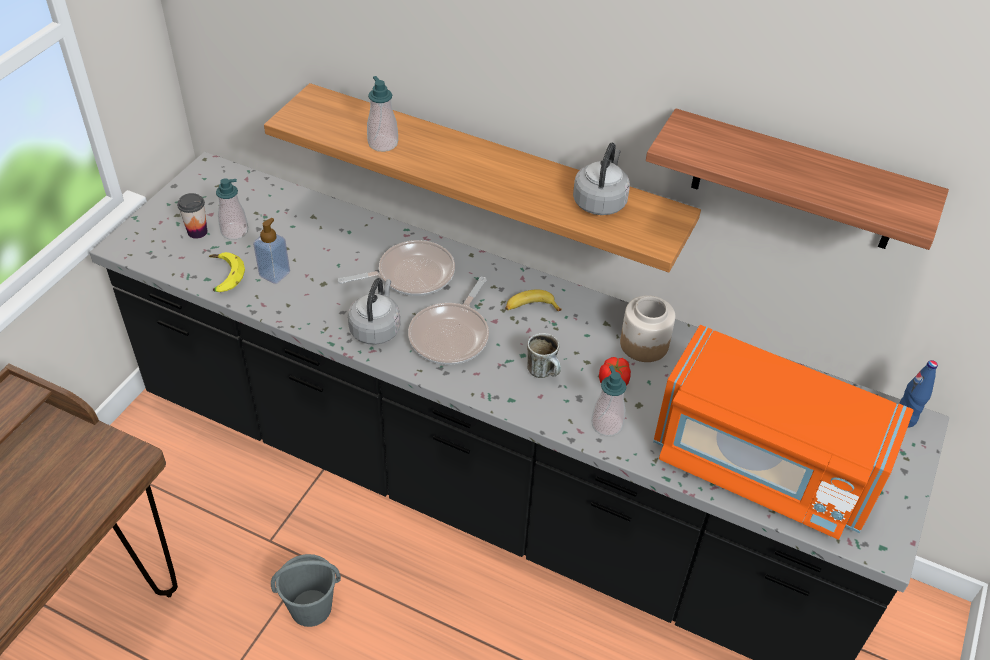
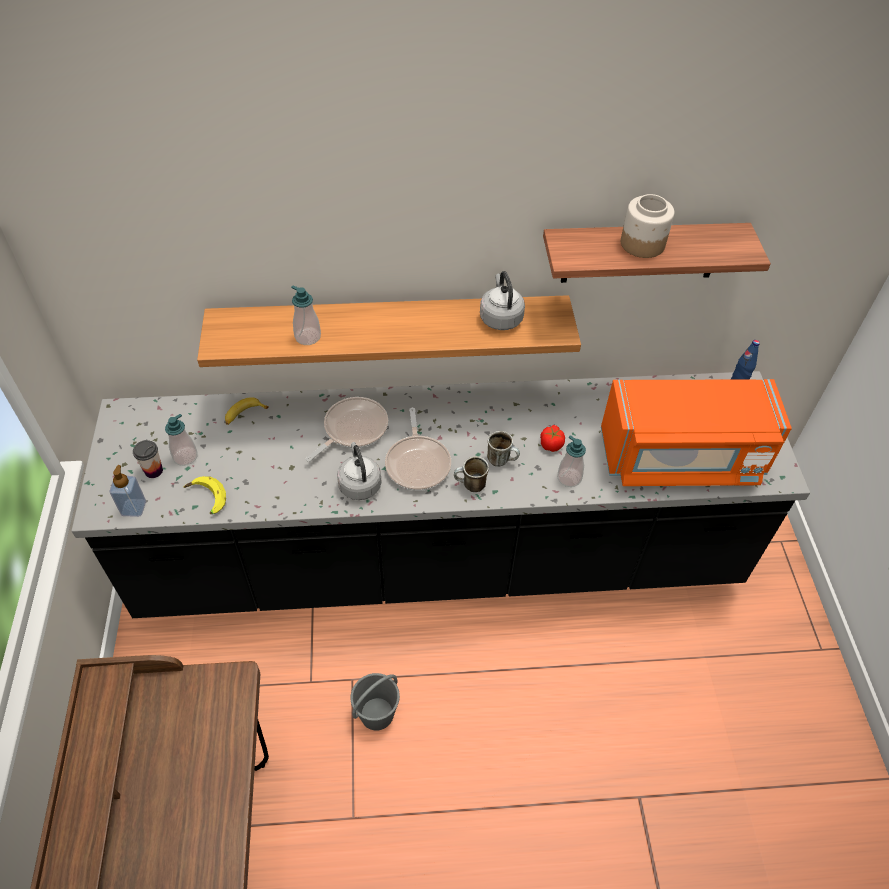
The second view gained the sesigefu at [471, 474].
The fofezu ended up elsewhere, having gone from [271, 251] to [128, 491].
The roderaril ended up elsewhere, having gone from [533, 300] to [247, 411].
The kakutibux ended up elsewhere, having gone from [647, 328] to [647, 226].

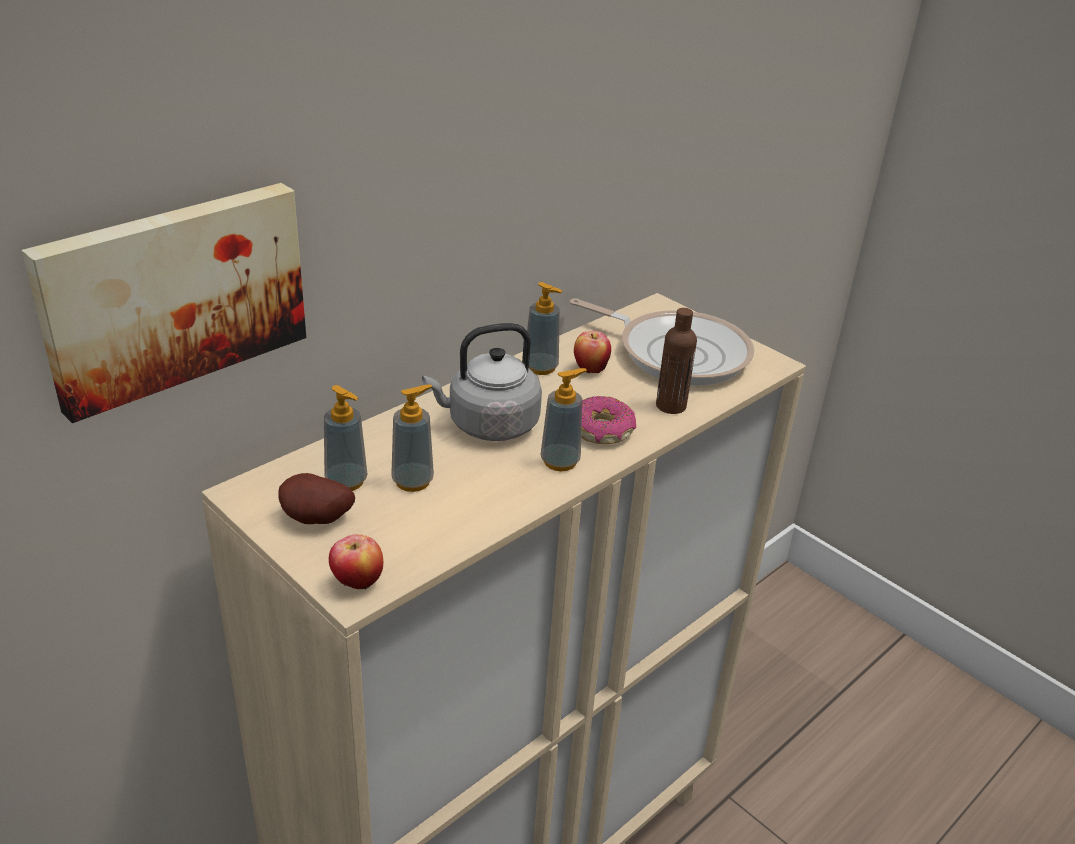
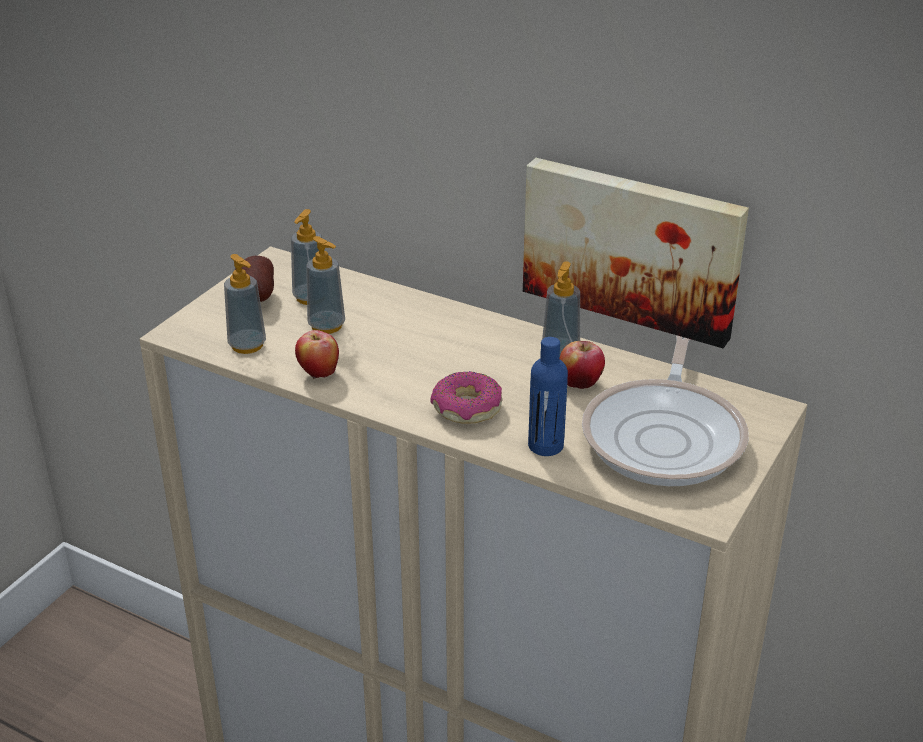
The second view lost the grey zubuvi at [482, 382].
The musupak ended up elsewhere, having gone from [164, 303] to [636, 253].
The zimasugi ended up elsewhere, having gone from [356, 562] to [317, 354].
The fofezu ended up elsewhere, having gone from [563, 419] to [245, 304].
What was the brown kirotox at [676, 361] turned into the blue kirotox at [548, 396].

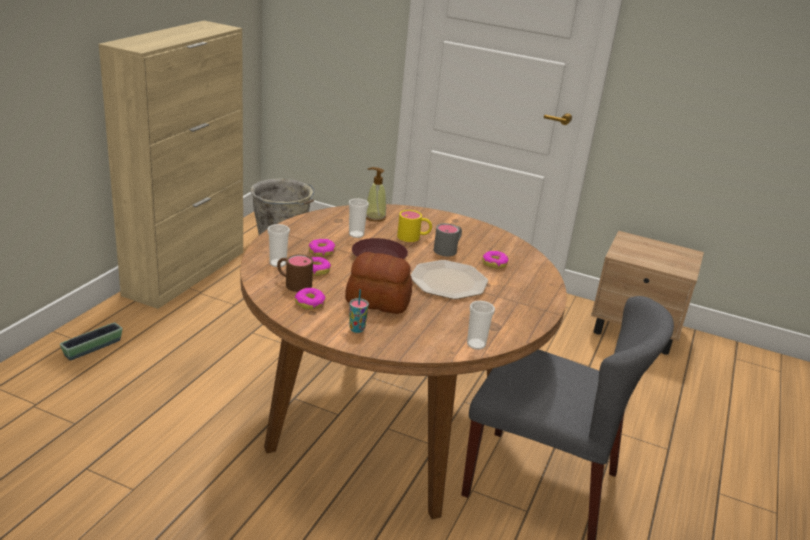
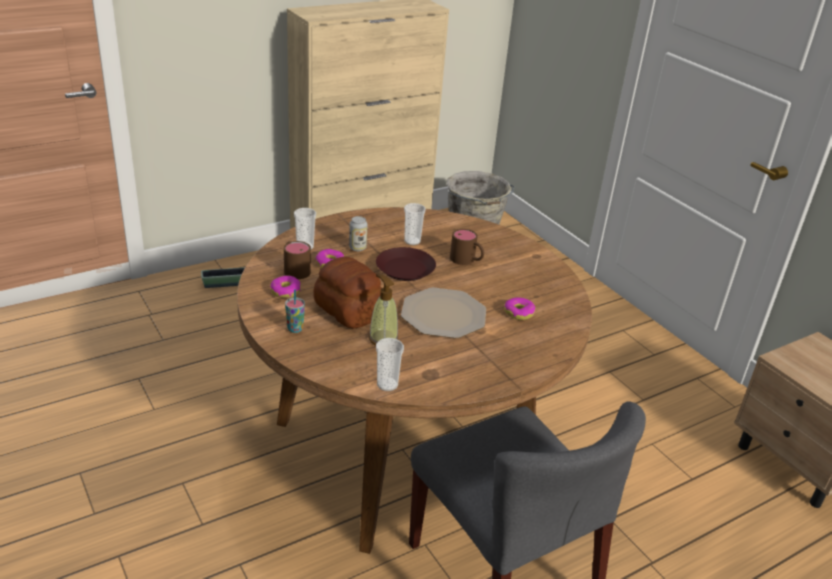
The second view lost the grey sesigefu at [448, 239].
The fofezu ended up elsewhere, having gone from [376, 194] to [383, 309].
Where the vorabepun stood at [322, 248], the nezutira came to stand at [358, 233].
What was the yellow sesigefu at [414, 226] turned into the brown sesigefu at [467, 247].

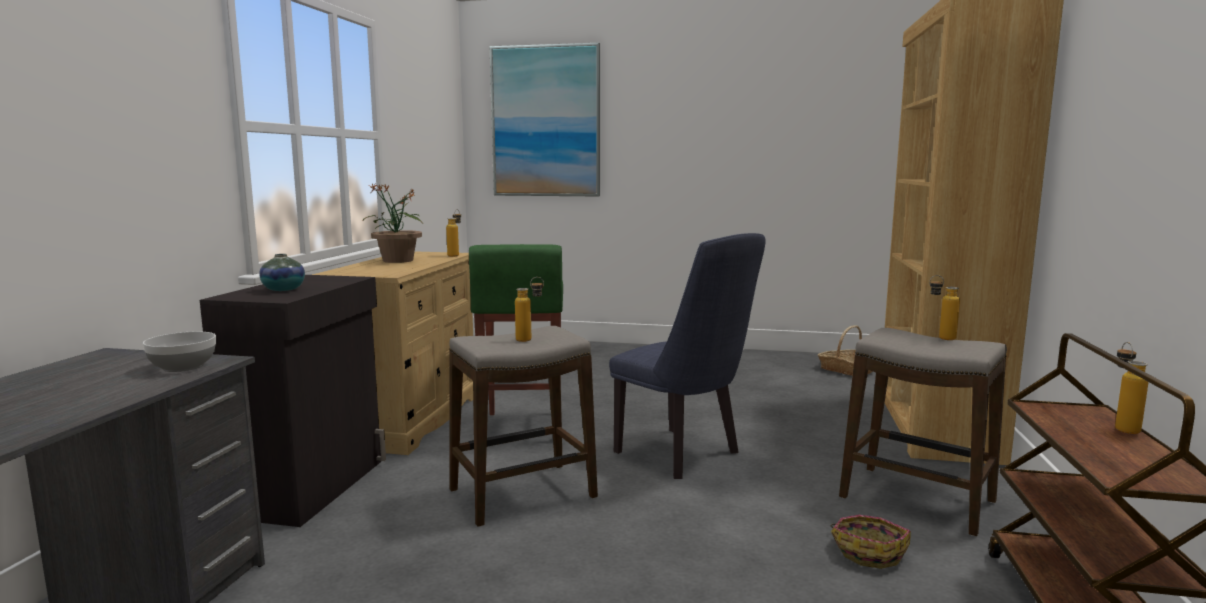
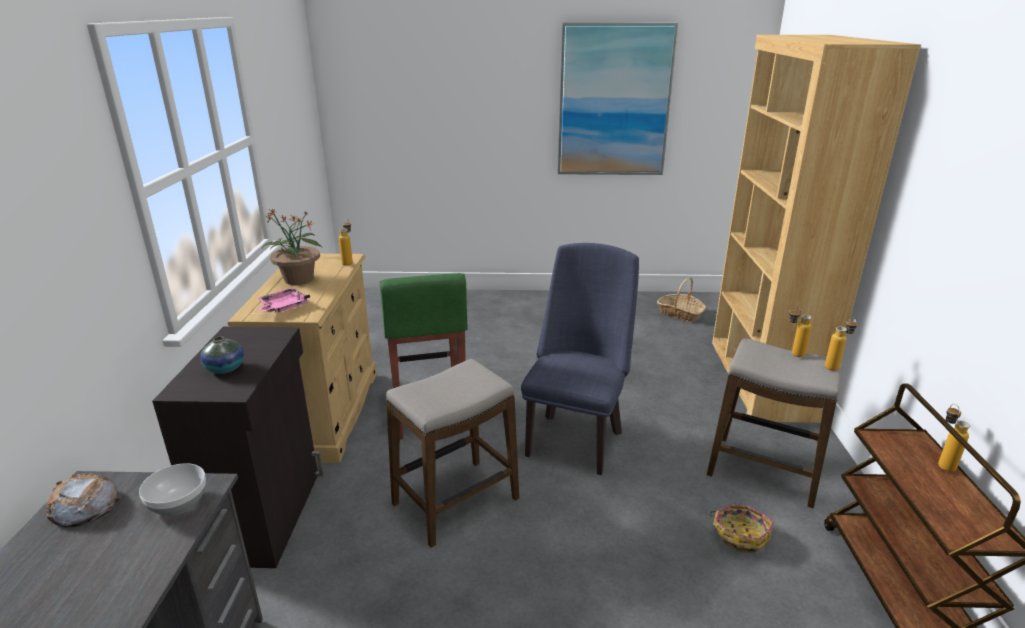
The second view gained the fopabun at [83, 500].
The second view gained the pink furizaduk at [283, 300].
The musupak ended up elsewhere, having gone from [545, 119] to [618, 99].
The kirotox ended up elsewhere, having gone from [529, 309] to [841, 344].
The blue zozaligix at [687, 356] ended up facing another way, 105 degrees counterclockwise from before.

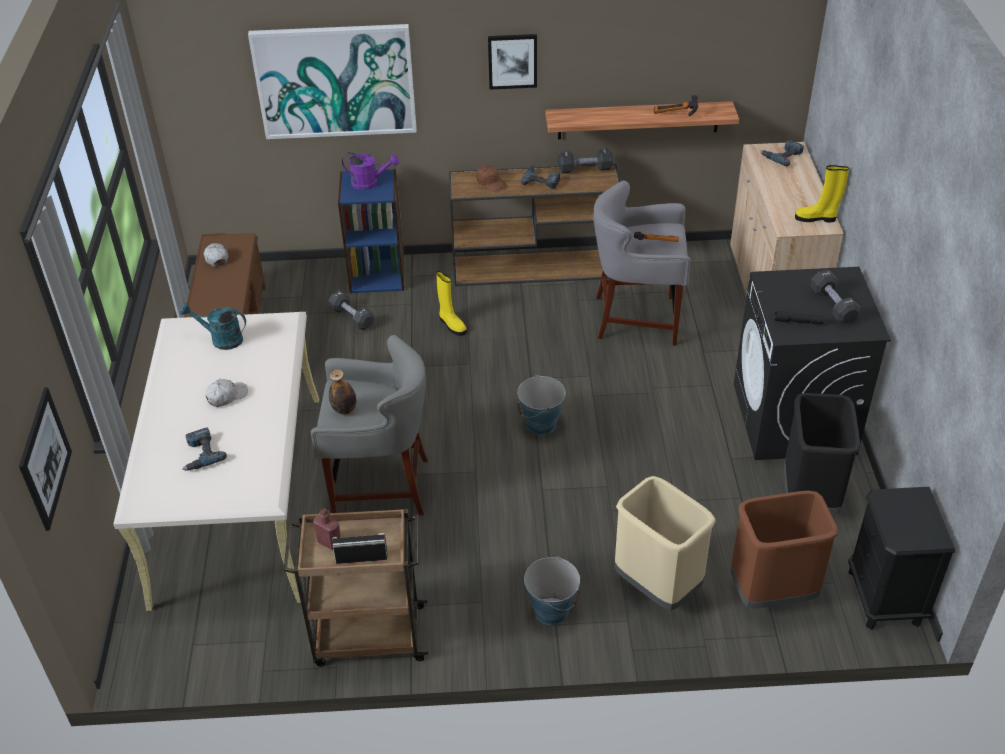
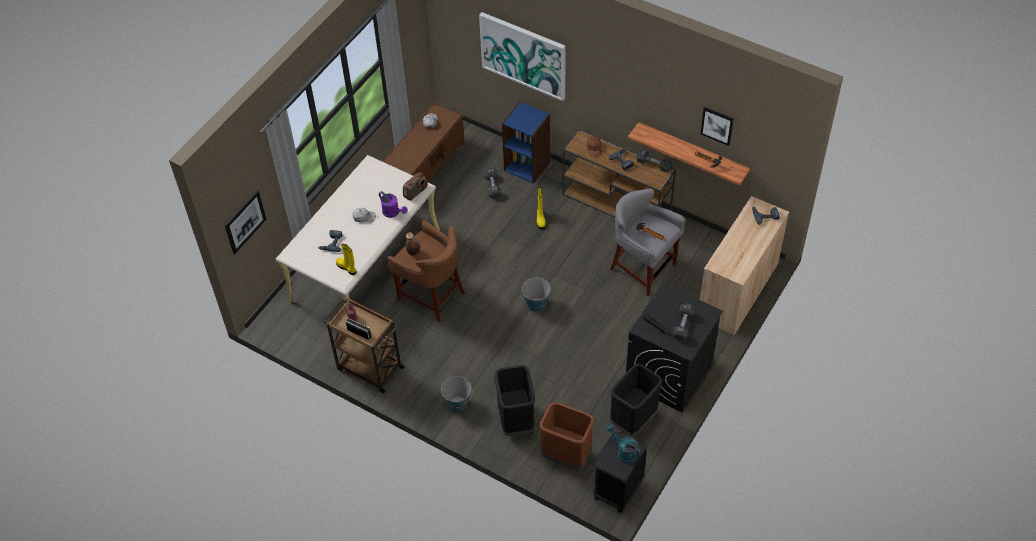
The second view gained the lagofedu at [415, 187].
The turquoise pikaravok ended up elsewhere, having gone from [213, 326] to [623, 444].
The purple pikaravok ended up elsewhere, having gone from [370, 171] to [393, 204].
The musupak ended up elsewhere, having gone from [512, 62] to [717, 126].
The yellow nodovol ended up elsewhere, having gone from [822, 193] to [346, 259].
What was the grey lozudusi at [369, 425] turned into the brown lozudusi at [426, 272].
What was the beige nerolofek at [665, 543] turned into the black nerolofek at [514, 400].

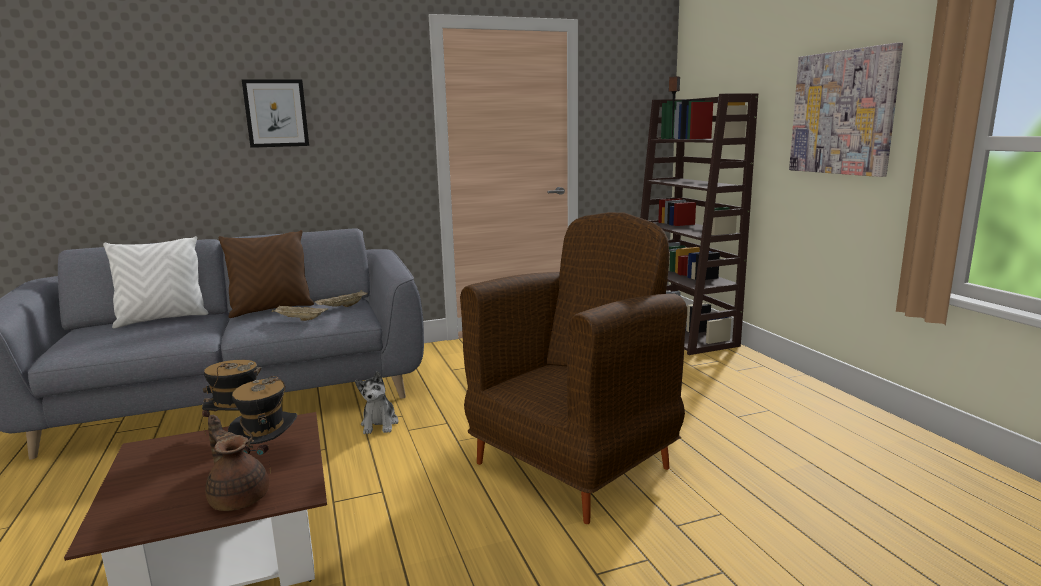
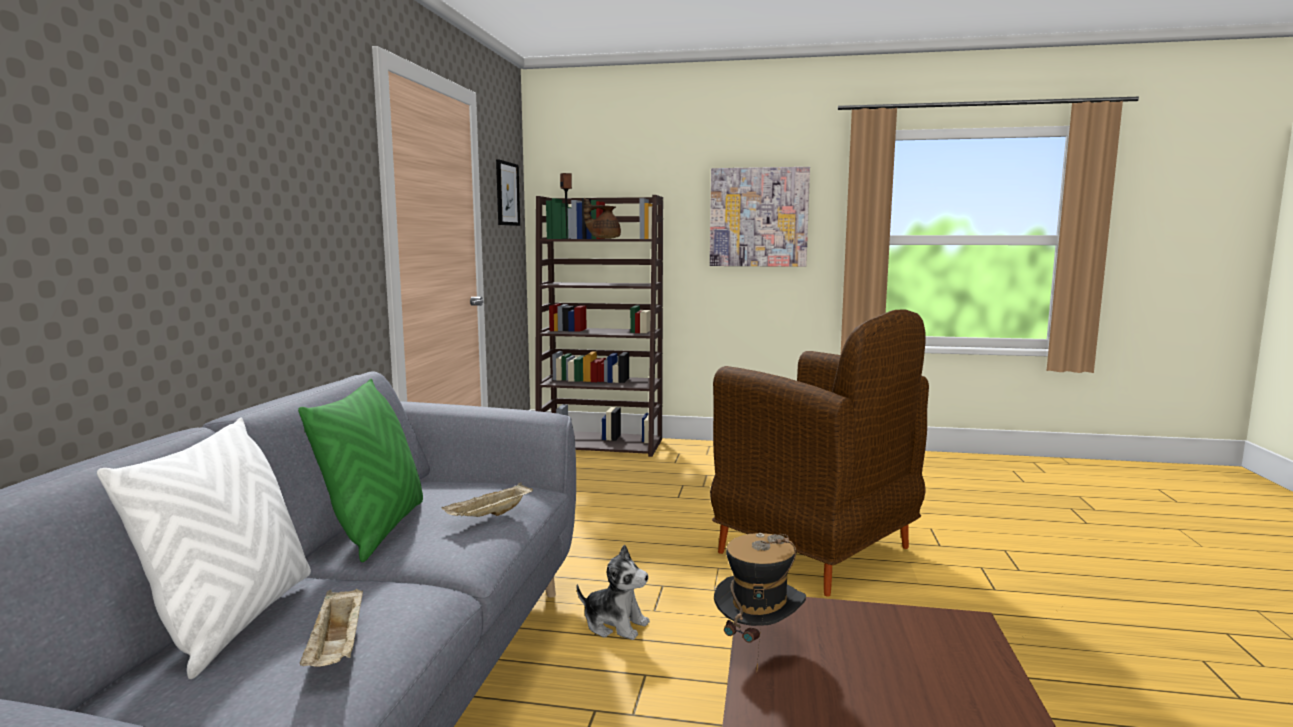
The second view lost the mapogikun at [262, 425].
The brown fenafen ended up elsewhere, having gone from [237, 463] to [602, 218].
The musupak ended up elsewhere, having gone from [275, 113] to [508, 193].
The beige furizaduk ended up elsewhere, having gone from [340, 298] to [331, 628].
What was the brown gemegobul at [266, 274] turned into the green gemegobul at [360, 470].
The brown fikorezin at [573, 368] ended up facing another way, 150 degrees clockwise from before.

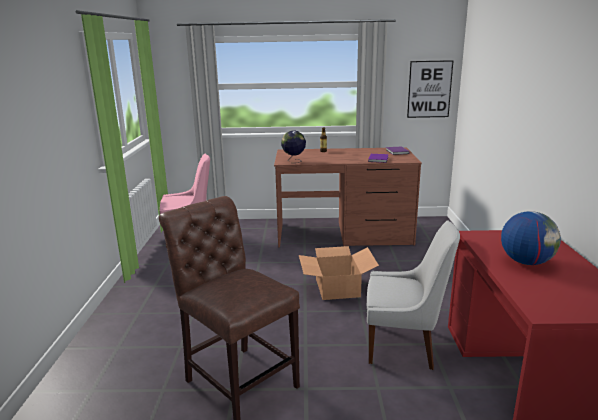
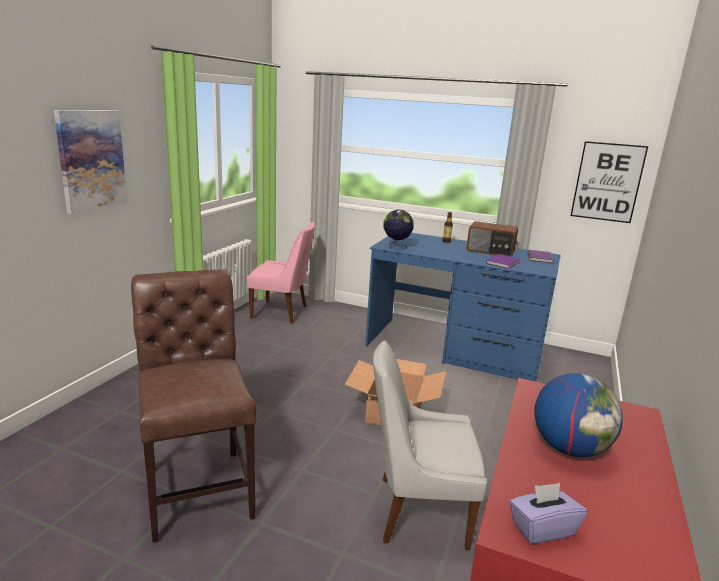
The second view gained the musupak at [90, 162].
The second view gained the lagofedu at [492, 239].
The second view gained the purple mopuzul at [548, 513].
What was the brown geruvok at [348, 197] turned into the blue geruvok at [463, 307].
The white zozaligix at [413, 295] ended up facing another way, 150 degrees clockwise from before.

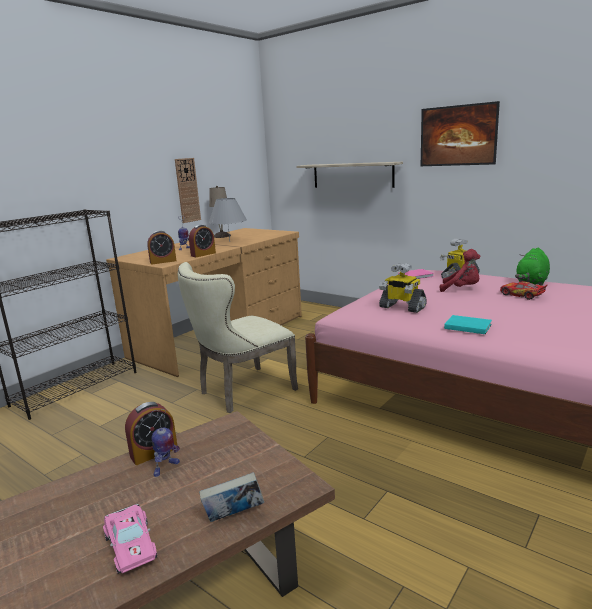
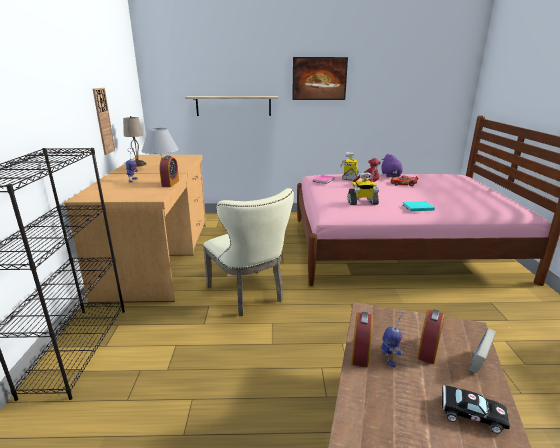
The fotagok ended up elsewhere, having gone from [161, 248] to [431, 336].
What was the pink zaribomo at [130, 539] turned into the black zaribomo at [475, 409].
What was the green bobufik at [532, 267] turned into the purple bobufik at [391, 165].
The beige zozaligix at [238, 337] ended up facing another way, 45 degrees counterclockwise from before.

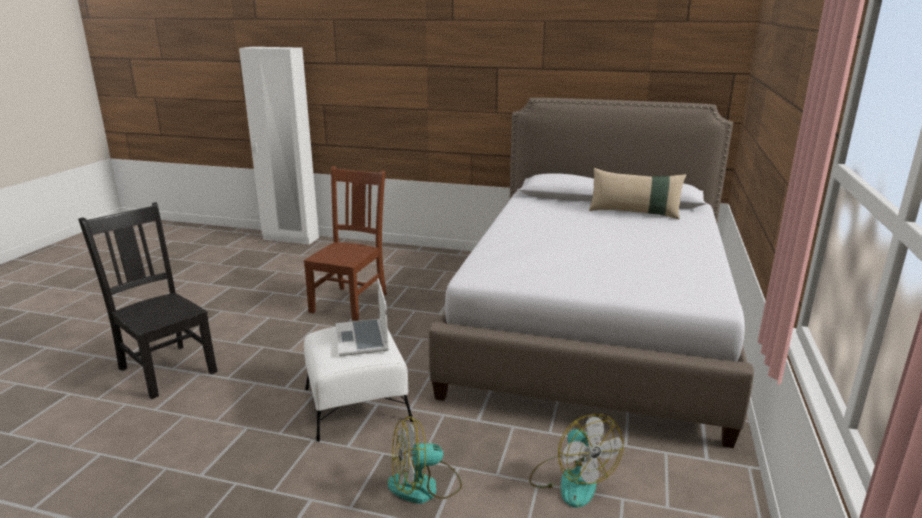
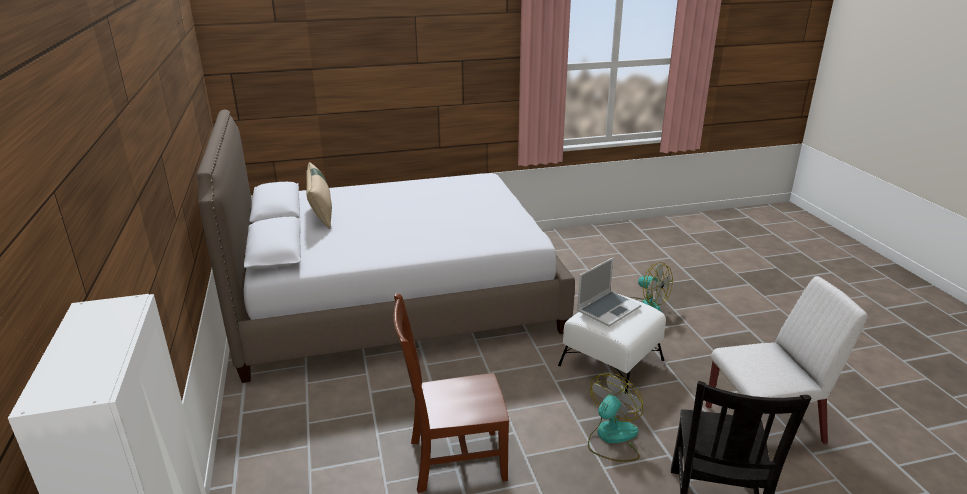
The second view gained the white zozaligix at [787, 360].
The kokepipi ended up elsewhere, having gone from [576, 461] to [615, 417].

